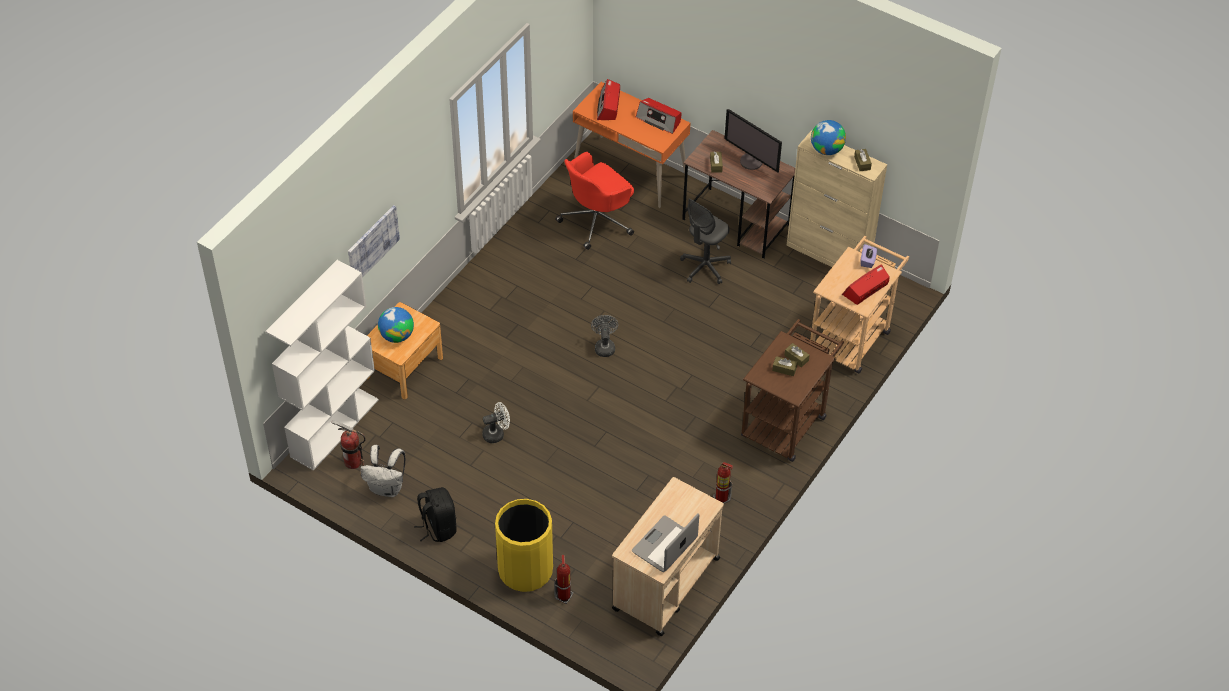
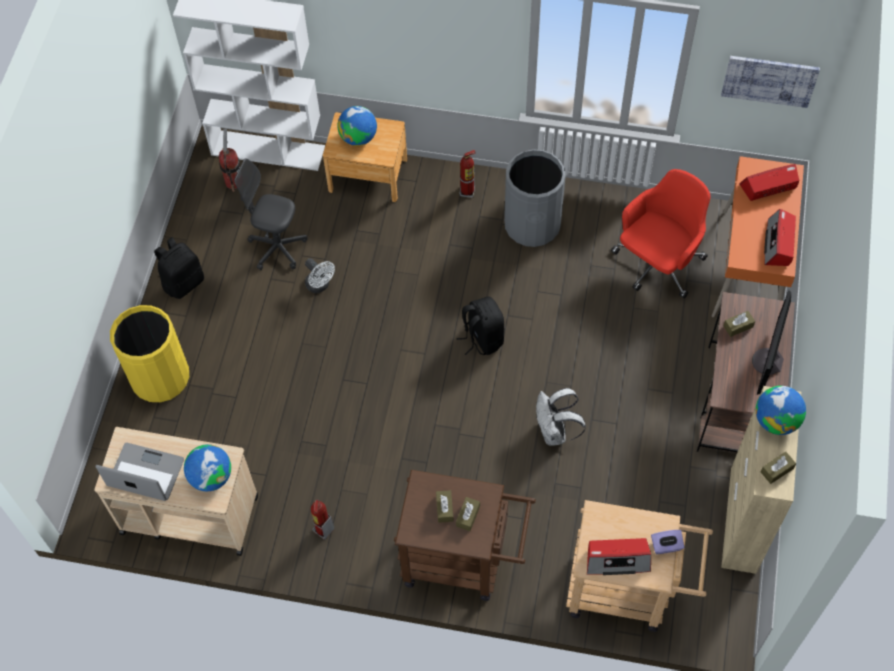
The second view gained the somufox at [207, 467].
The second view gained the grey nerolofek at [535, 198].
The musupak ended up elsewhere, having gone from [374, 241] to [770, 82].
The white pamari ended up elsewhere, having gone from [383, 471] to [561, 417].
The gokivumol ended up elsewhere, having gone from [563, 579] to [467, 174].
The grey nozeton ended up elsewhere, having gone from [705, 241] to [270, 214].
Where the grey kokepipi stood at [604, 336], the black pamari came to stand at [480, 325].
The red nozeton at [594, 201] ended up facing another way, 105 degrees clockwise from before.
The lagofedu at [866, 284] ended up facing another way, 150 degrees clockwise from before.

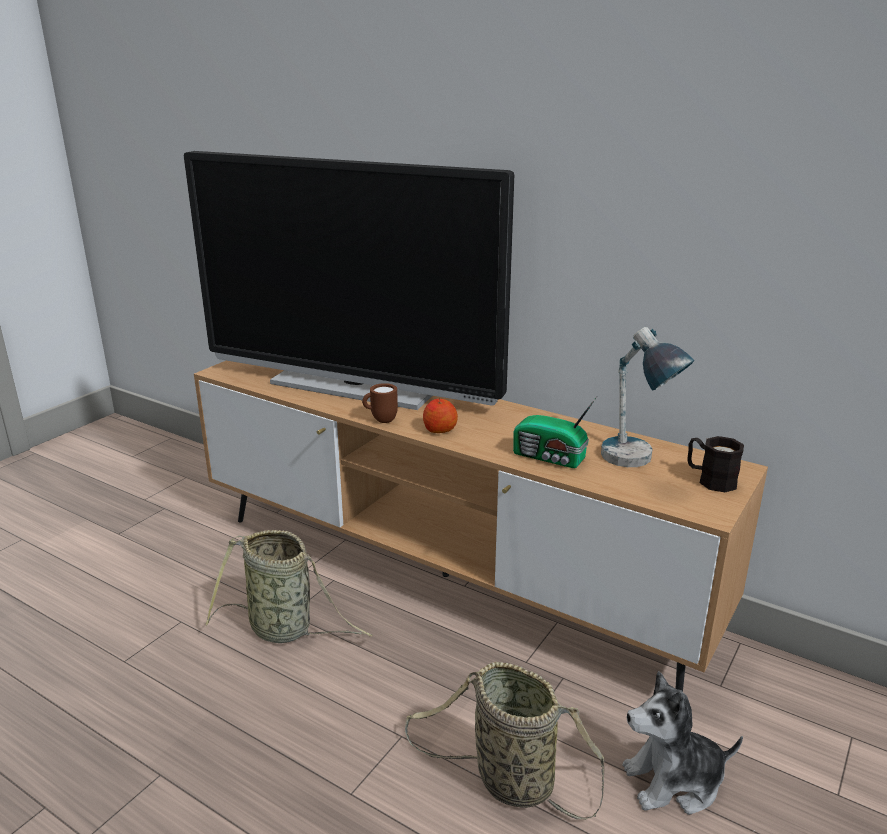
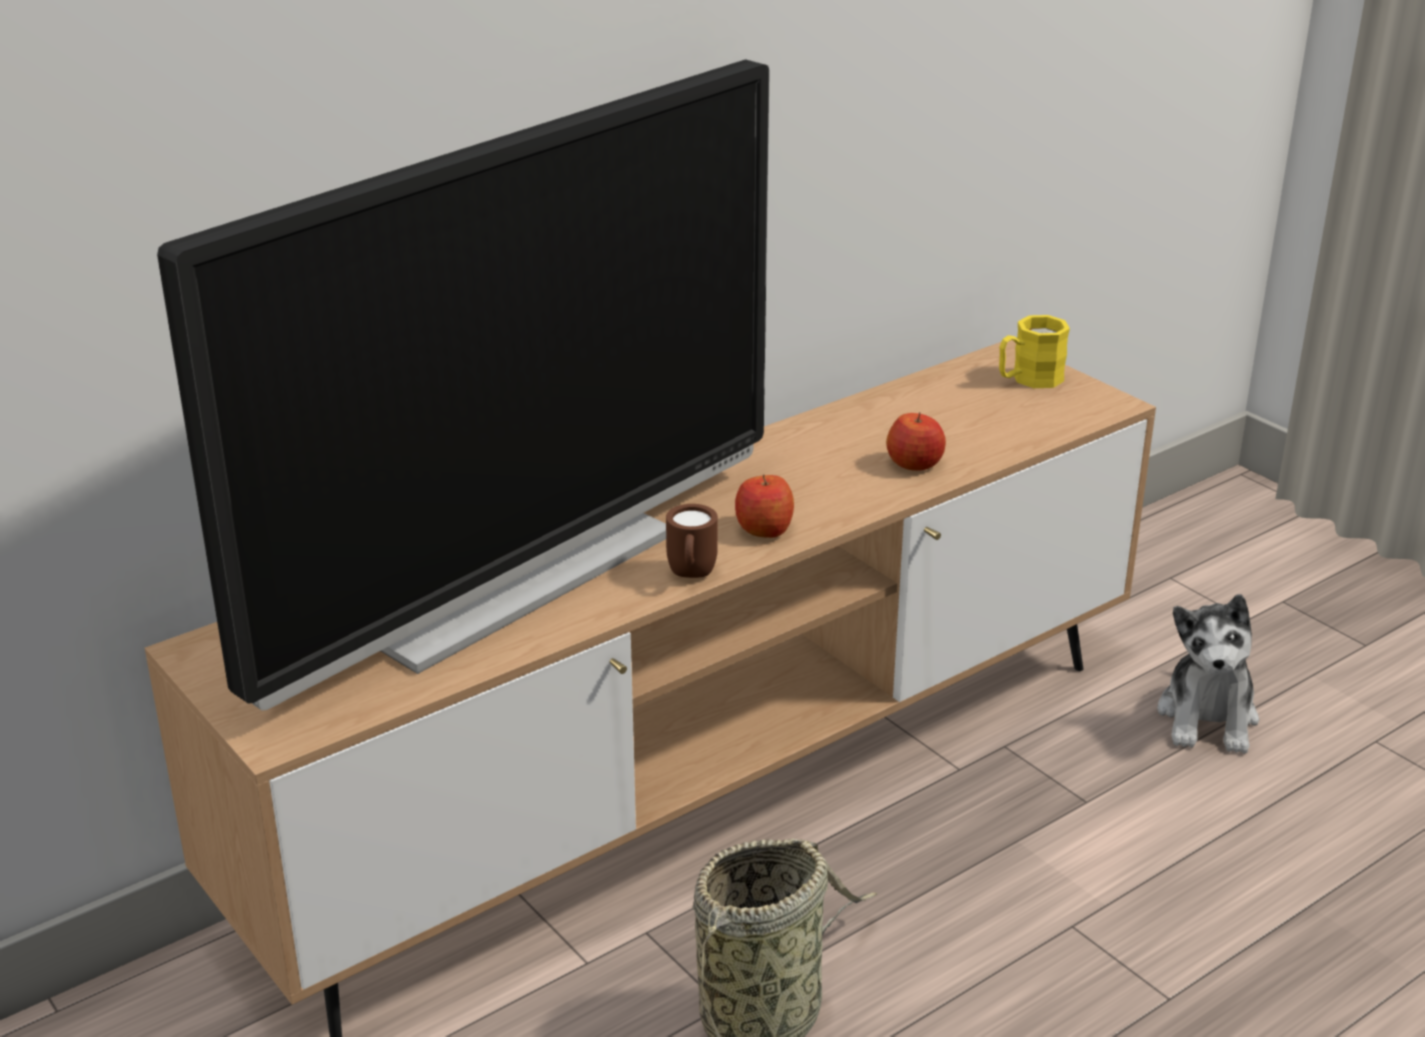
The second view lost the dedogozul at [504, 741].
The second view lost the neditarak at [648, 397].
Where the lagofedu stood at [555, 432], the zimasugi came to stand at [916, 441].
What was the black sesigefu at [715, 464] turned into the yellow sesigefu at [1034, 351].

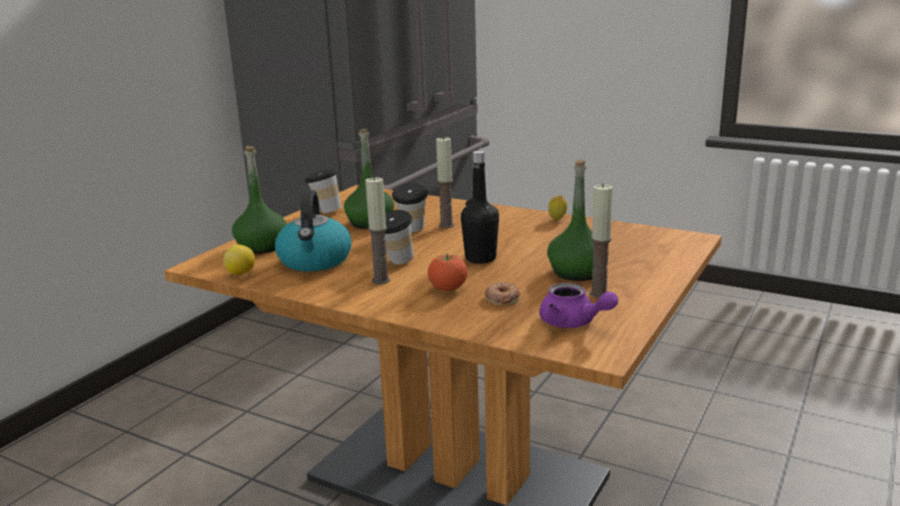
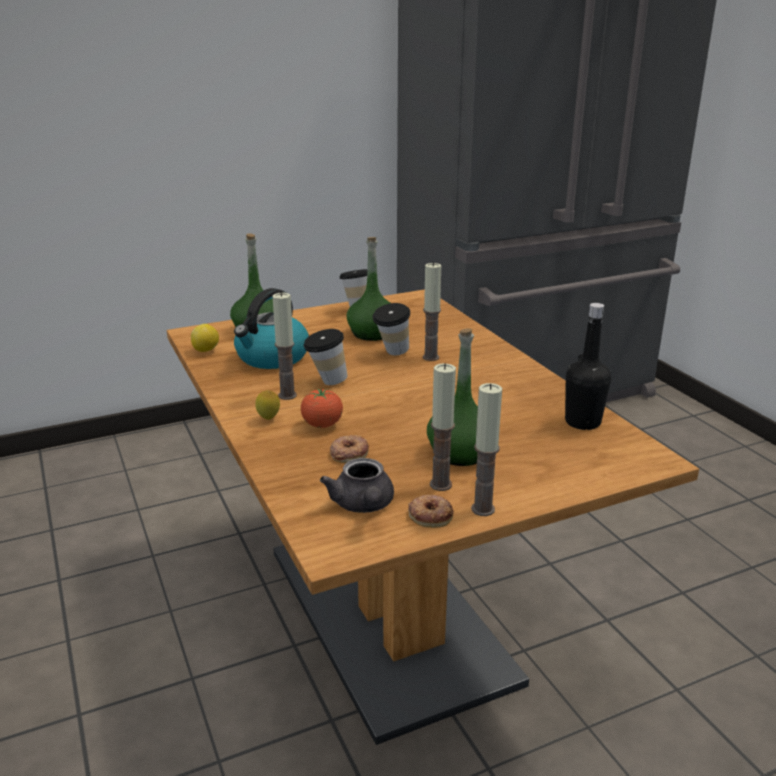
The second view gained the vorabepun at [431, 511].
The second view gained the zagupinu at [486, 449].
The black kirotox ended up elsewhere, having gone from [480, 207] to [588, 366].
The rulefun ended up elsewhere, having gone from [557, 207] to [267, 405].
What was the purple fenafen at [578, 305] turned into the grey fenafen at [357, 485].

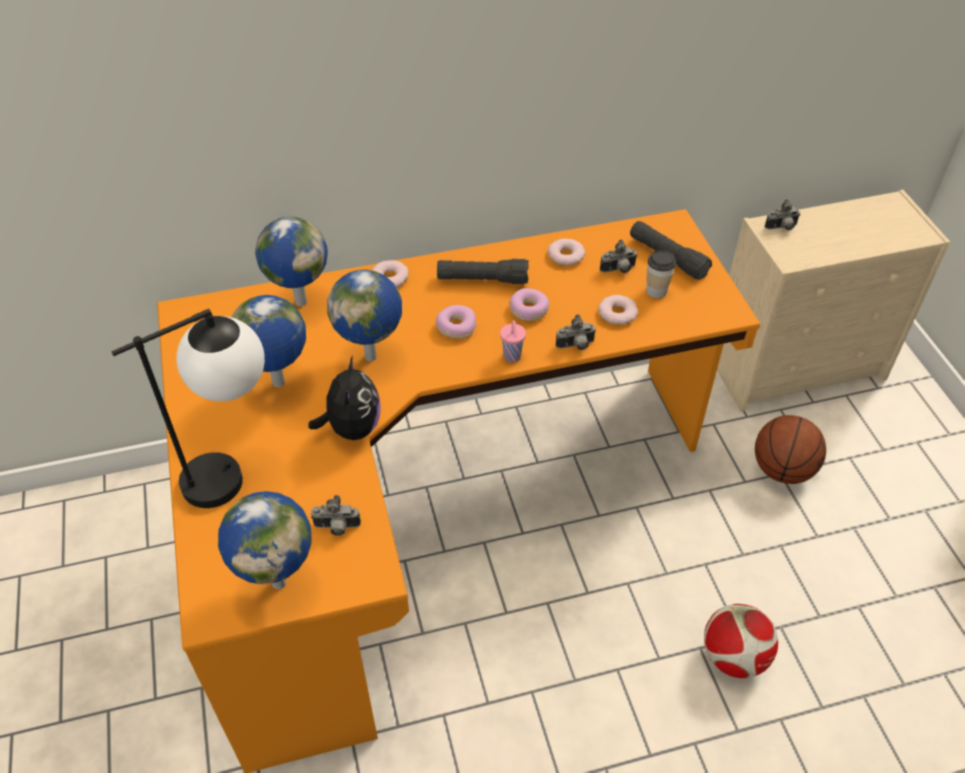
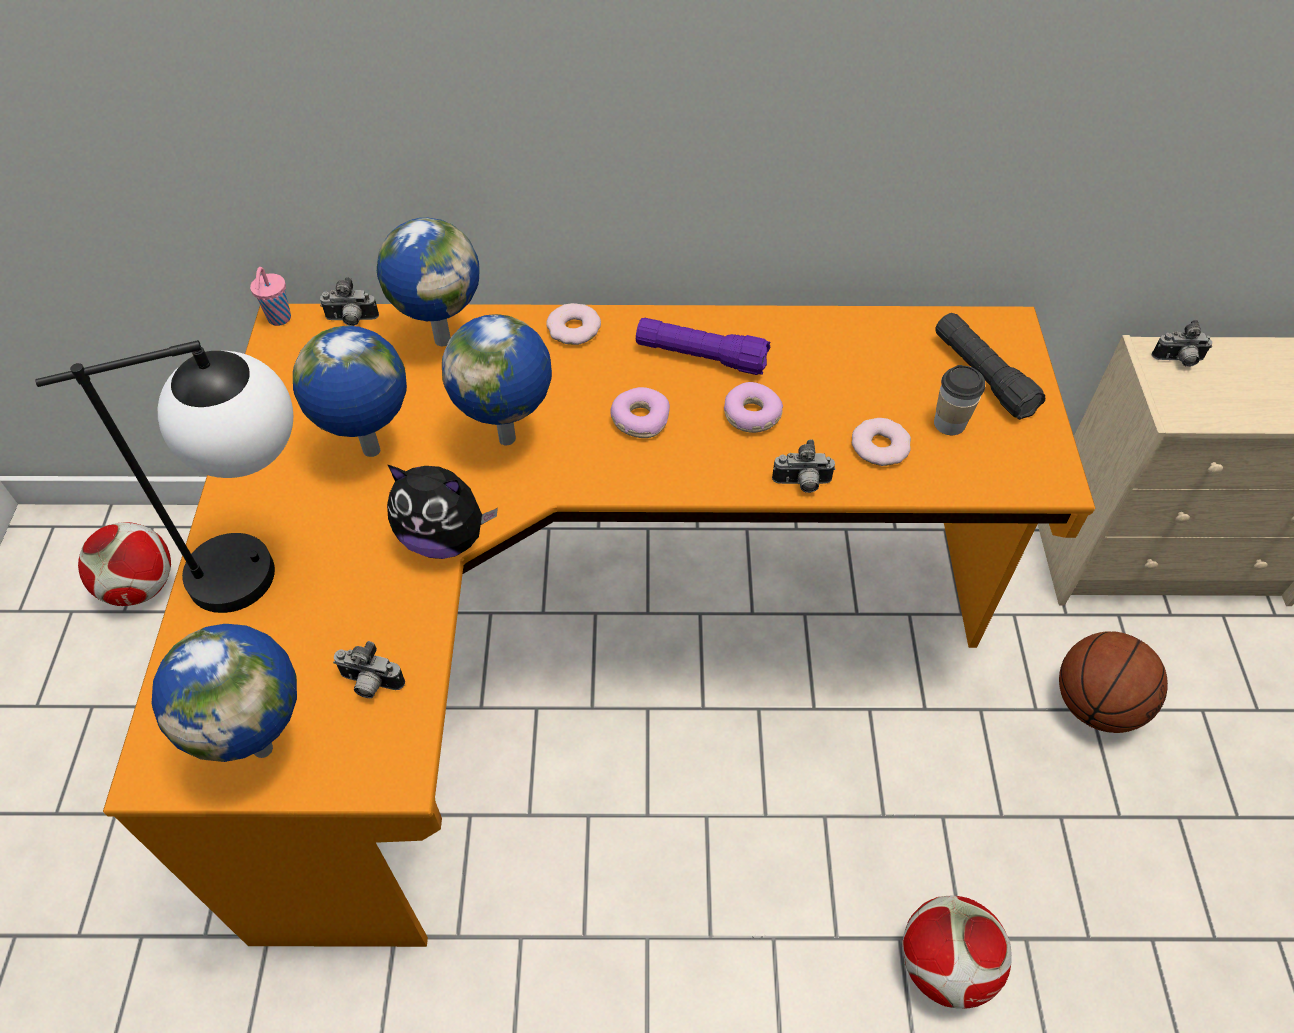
The second view lost the vorabepun at [566, 252].
The second view gained the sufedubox at [124, 564].
The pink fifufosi ended up elsewhere, having gone from [513, 341] to [270, 296].
The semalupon ended up elsewhere, having gone from [619, 256] to [349, 301].
What was the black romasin at [483, 271] turned into the purple romasin at [703, 346].
The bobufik at [345, 397] ended up facing another way, 90 degrees clockwise from before.

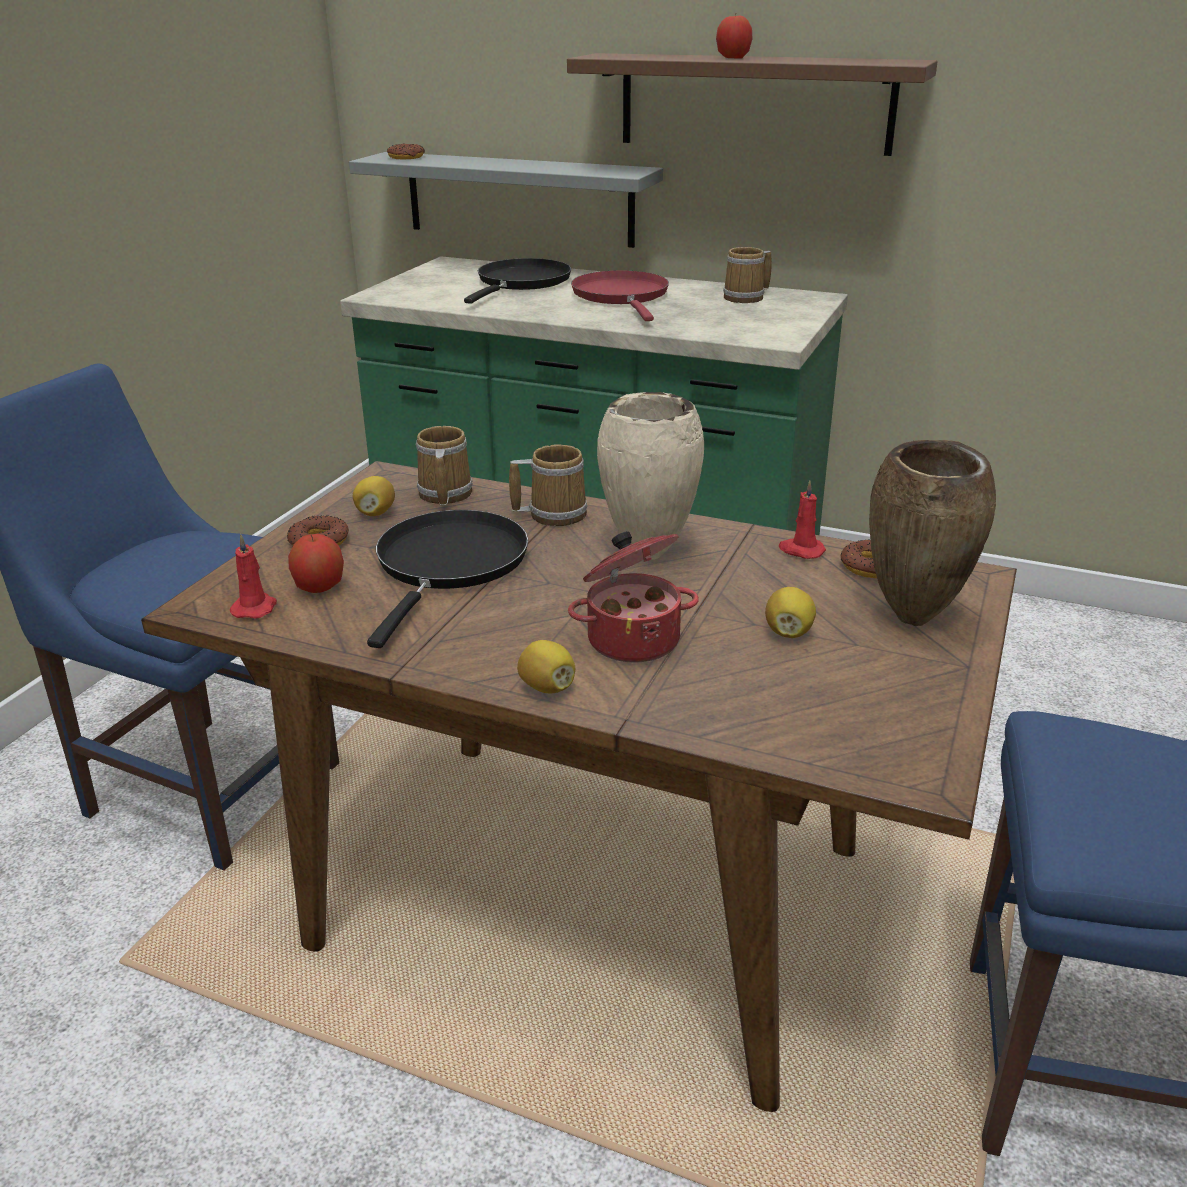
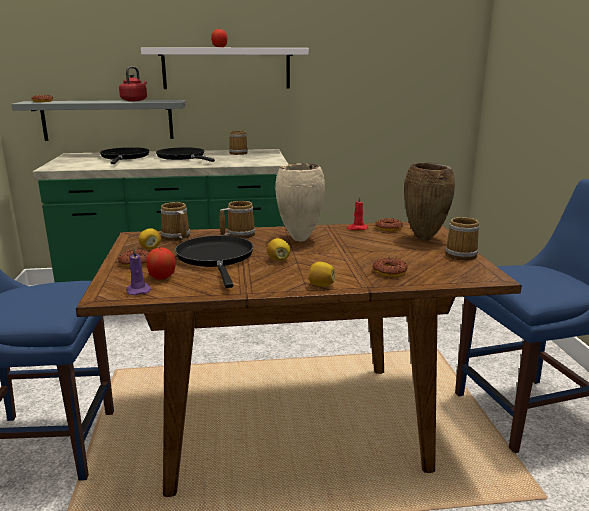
The second view lost the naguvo at [633, 597].
The second view gained the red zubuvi at [133, 83].
The second view gained the vorabepun at [390, 267].
The second view gained the sesigefu at [462, 239].
The rulefun ended up elsewhere, having gone from [790, 612] to [278, 249].
What was the red zagupinu at [253, 576] turned into the purple zagupinu at [139, 271].
What was the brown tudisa at [752, 104] turned into the white tudisa at [225, 68].
What was the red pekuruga at [620, 295] turned into the black pekuruga at [185, 154].

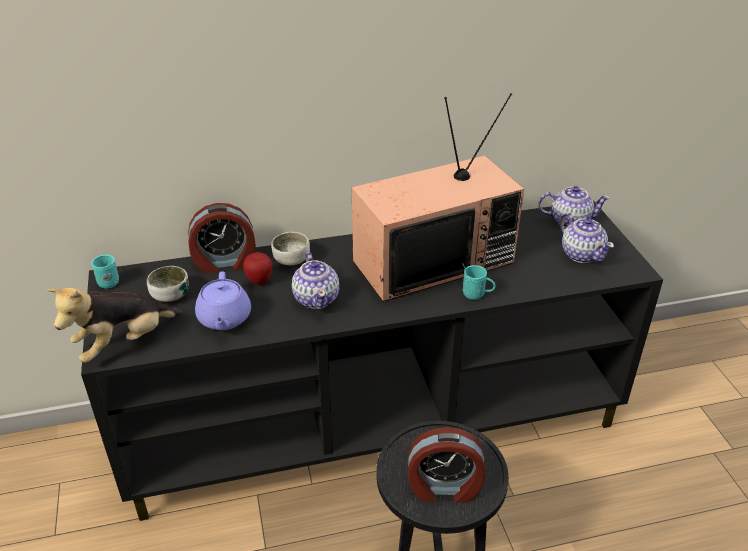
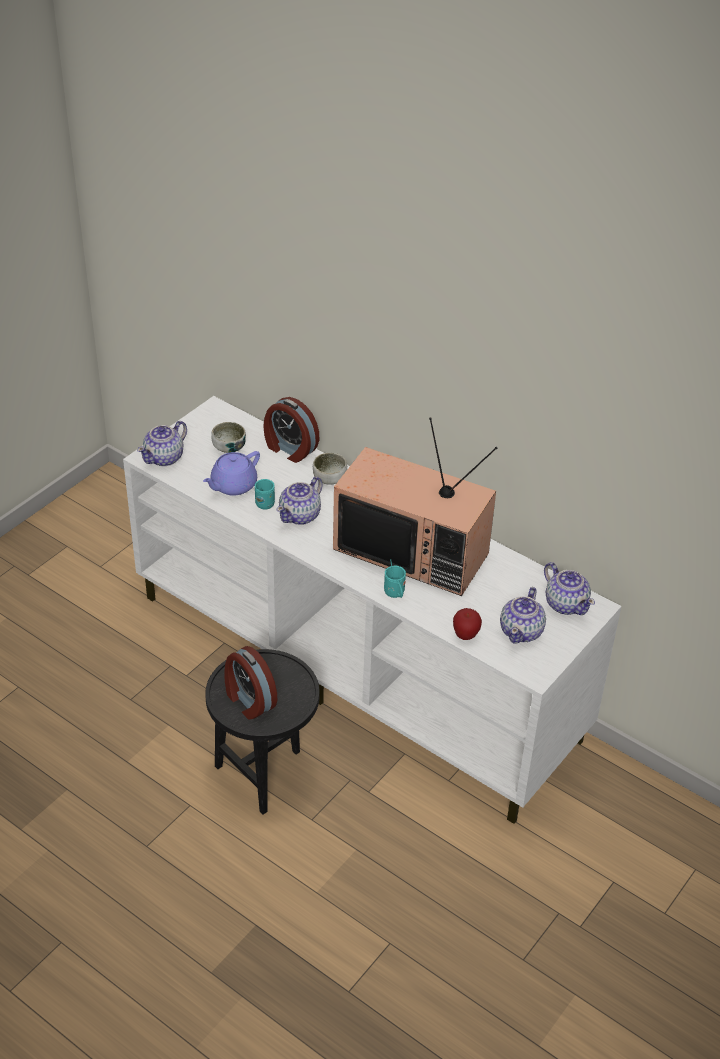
The turquoise sesigefu ended up elsewhere, having gone from [105, 272] to [265, 494].
The zimasugi ended up elsewhere, having gone from [258, 268] to [467, 624].
Where the bobufik stood at [114, 325], the fenafen came to stand at [162, 443].
What was the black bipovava at [372, 360] turned into the white bipovava at [372, 610].

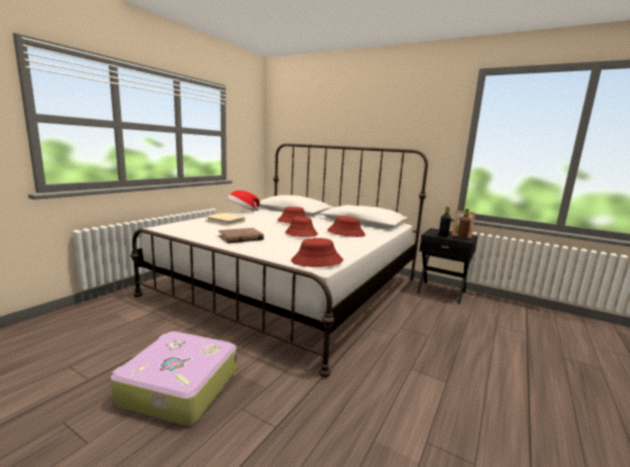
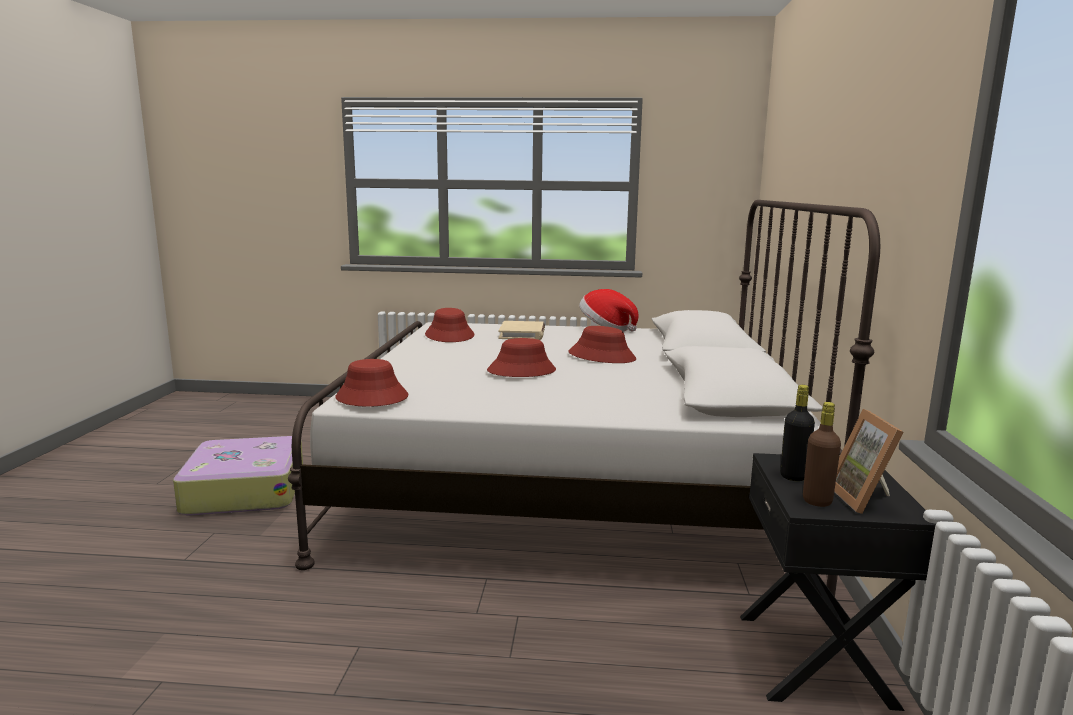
The second view lost the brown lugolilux at [241, 236].
The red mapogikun ended up elsewhere, having gone from [346, 226] to [450, 325].

